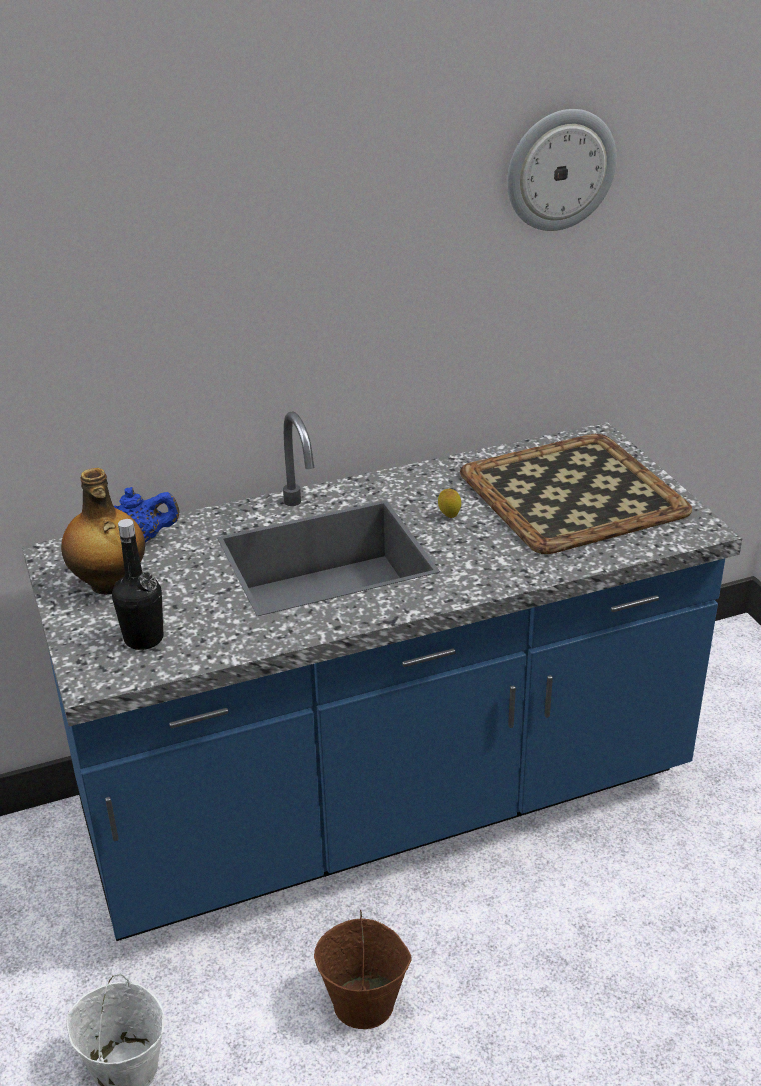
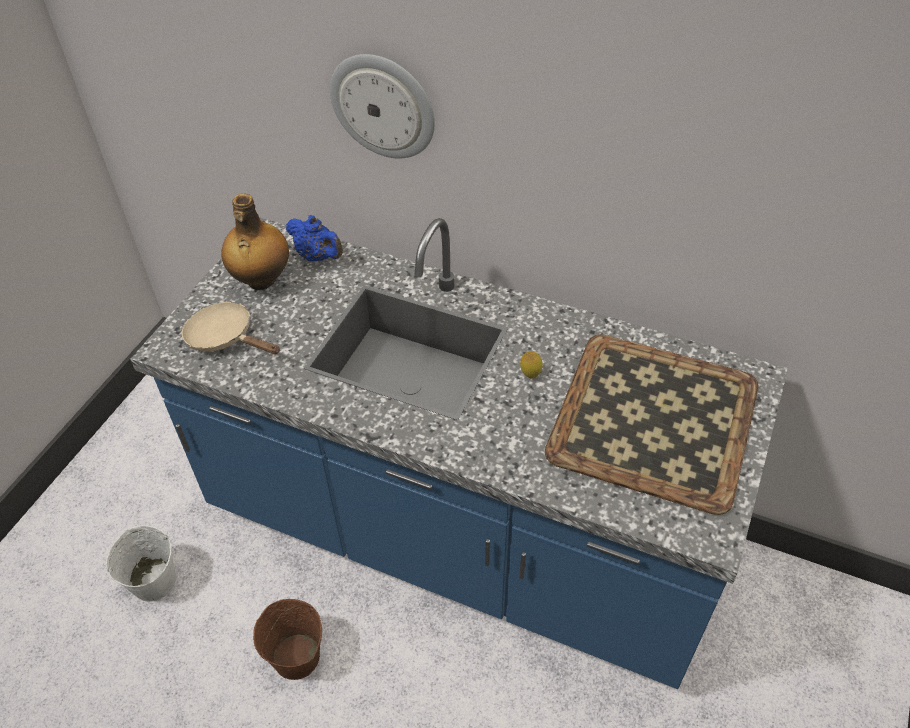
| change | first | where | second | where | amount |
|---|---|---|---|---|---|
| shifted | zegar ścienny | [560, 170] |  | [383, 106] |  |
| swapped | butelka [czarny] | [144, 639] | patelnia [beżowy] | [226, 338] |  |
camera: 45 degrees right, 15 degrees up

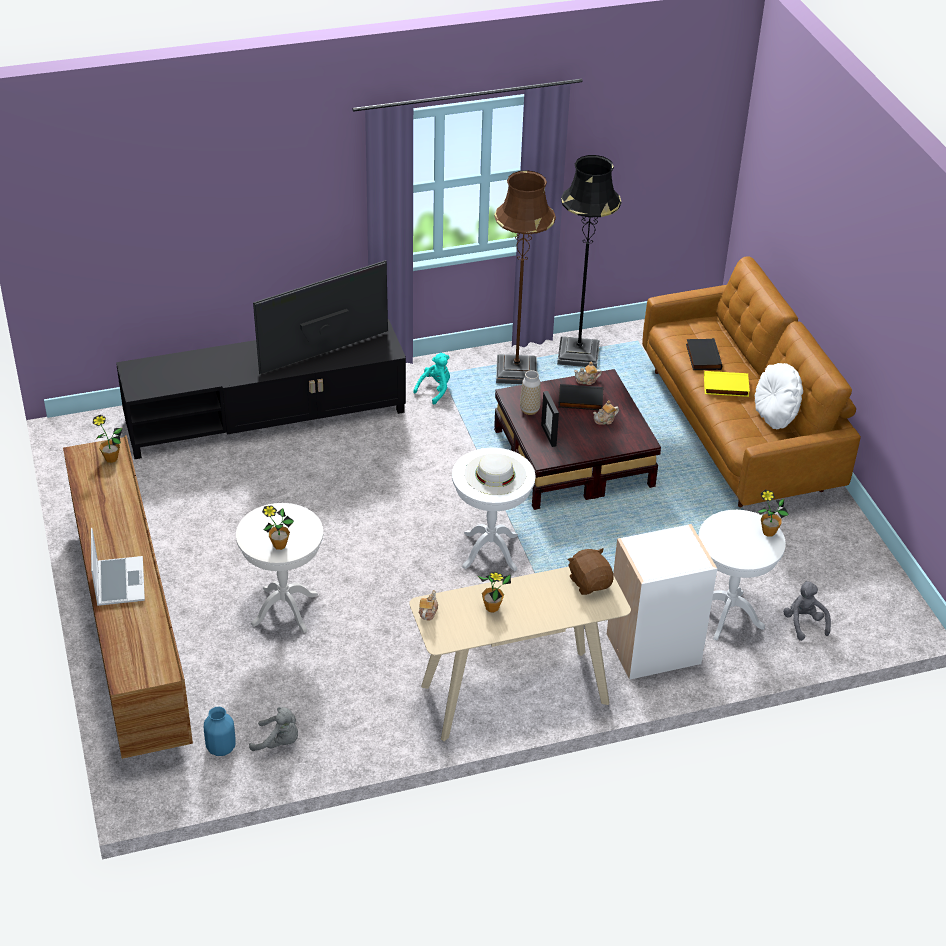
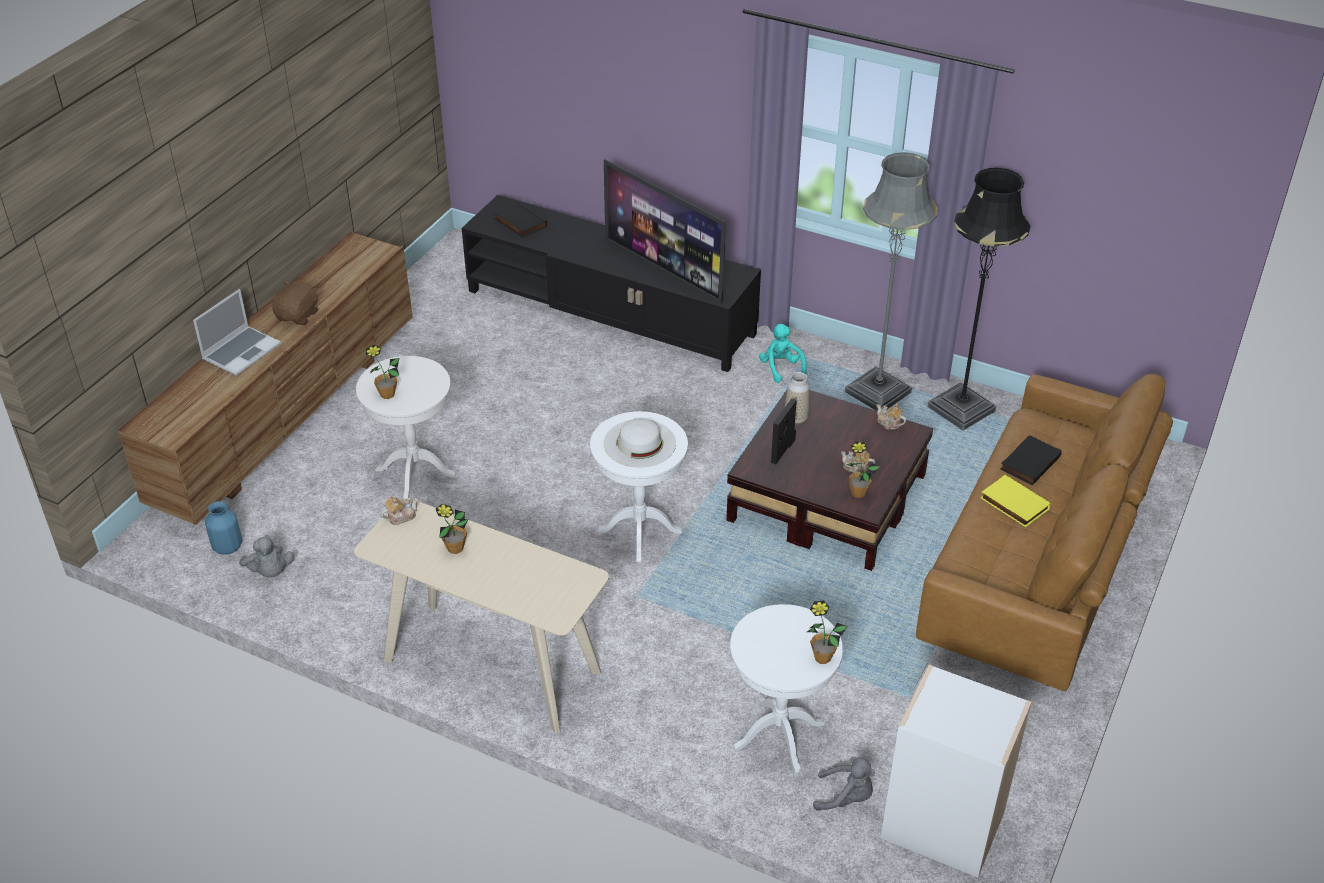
| change | first | where | second | where | amount |
|---|---|---|---|---|---|
| gone | poduszka [biały] | [774, 417] |  |  |  |
| shifted | roślina doniczkowa | [111, 458] |  | [858, 493] |  |
| shifted | książka [czarny] | [580, 400] |  | [519, 223] |  |
| shifted | pluszak [brązowy] | [590, 583] |  | [298, 316] |  |
| shifted | regał [biały] | [652, 649] |  | [940, 825] |  |
| repainted | lampa stojąca [brązowy] | [516, 372] | lampa stojąca [szary] | [878, 392] |  |
| rotated | telewizor | [325, 354] |  | [664, 271] | 150 degrees counterclockwise |
| rotated | pluszak [turkusowy] | [435, 390] |  | [781, 368] | 105 degrees counterclockwise |
| rotated | pluszak [szary] | [804, 623] |  | [846, 797] | 75 degrees clockwise |
camera: 45 degrees right, 0 degrees up

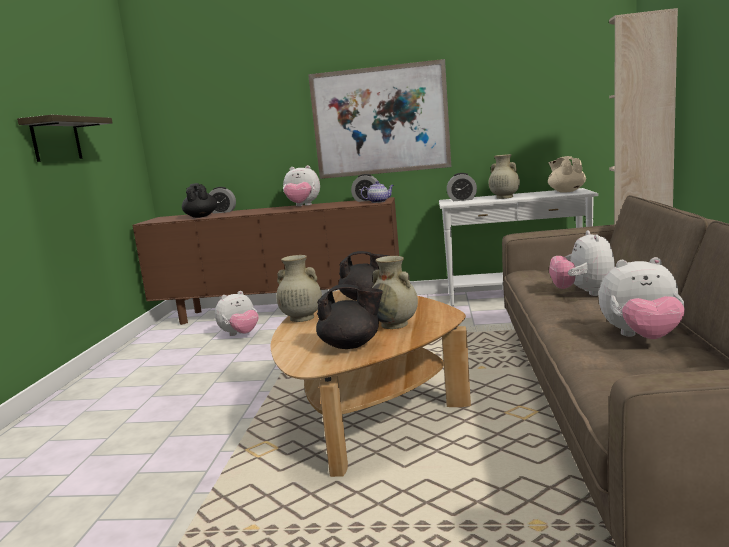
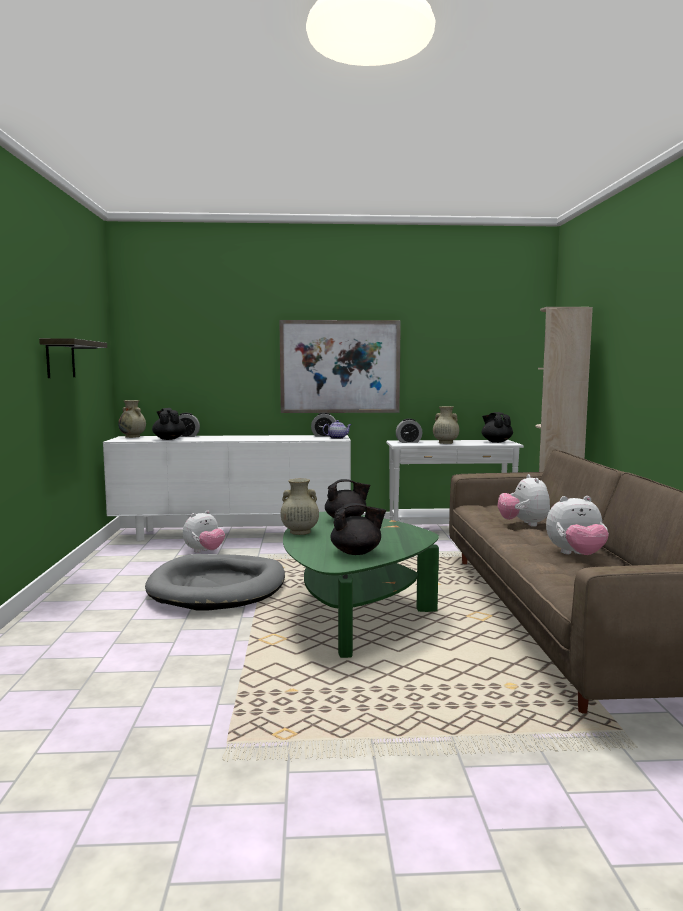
| change | first | where | second | where | amount |
|---|---|---|---|---|---|
| gone | pluszak | [302, 206] |  |  |  |
| new |  |  | legowisko [szary] | [218, 587] |  |
| shifted | wazon [beżowy] | [395, 324] |  | [133, 436] |  |
| repainted | szafka [brązowy] | [280, 312] | szafka [biały] | [234, 533] |  |
| repainted | ława [brązowy] | [368, 408] | ława [zielony] | [352, 612] |  |
| repainted | imbryk [beżowy] | [566, 191] | imbryk [czarny] | [496, 441] |  |
camera: 10 degrees left, 5 degrees down

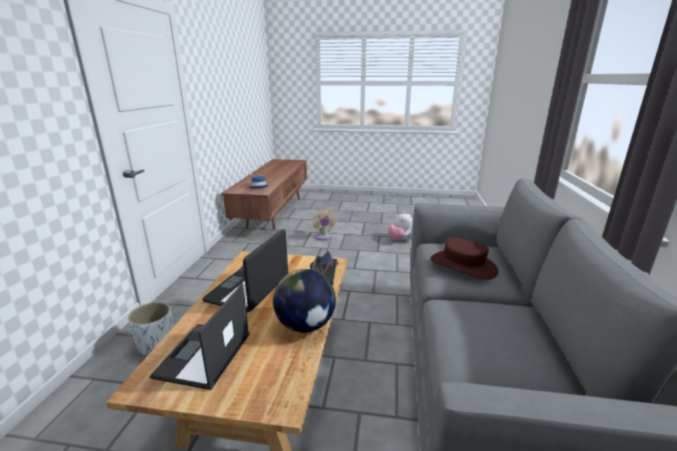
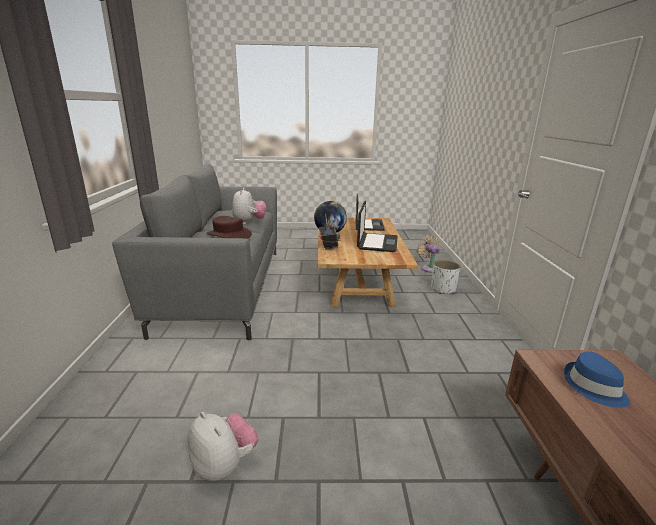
| change | first | where | second | where | amount |
|---|---|---|---|---|---|
| new |  |  | pluszak | [249, 222] |  |
| shifted | wentylator [beżowy] | [323, 237] |  | [429, 268] |  |
camera: 170 degrees right, 0 degrees up

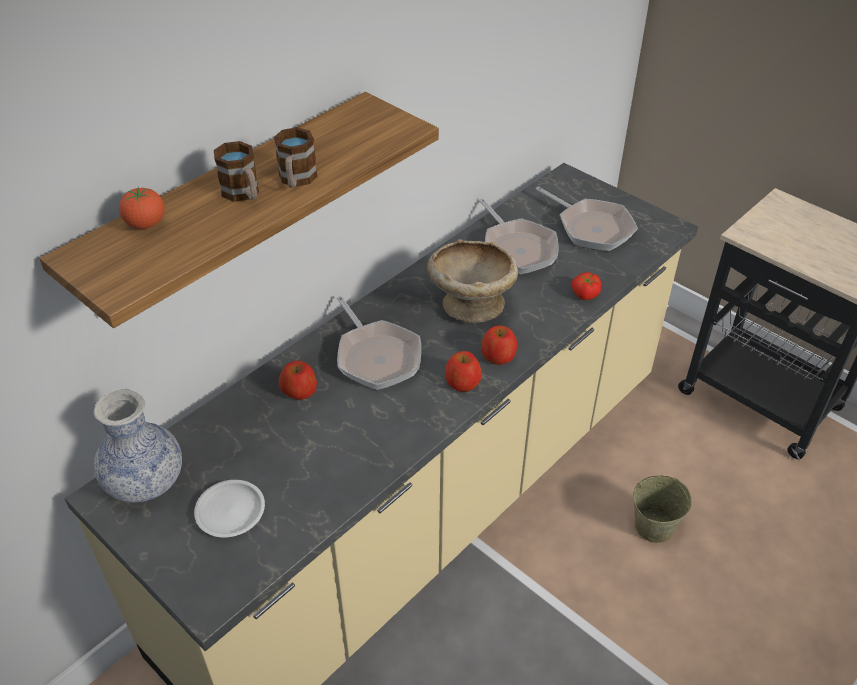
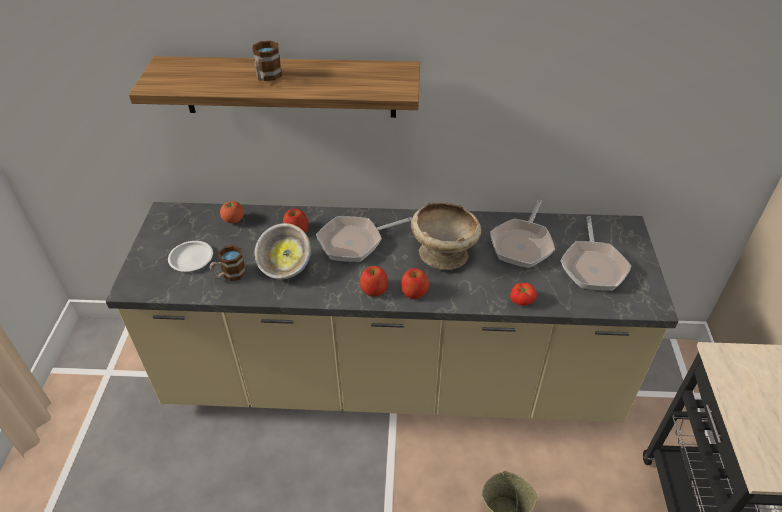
| change | first | where | second | where | amount |
|---|---|---|---|---|---|
| gone | wazon | [145, 481] |  |  |  |
| new |  |  | miska | [286, 267] |  |
| shifted | pomidor | [146, 224] |  | [233, 220] |  |
| shifted | kubek | [296, 180] |  | [229, 274] |  |
| rotated | patelnia | [376, 356] |  | [355, 242] | 45 degrees clockwise |
camera: 50 degrees right, 0 degrees up

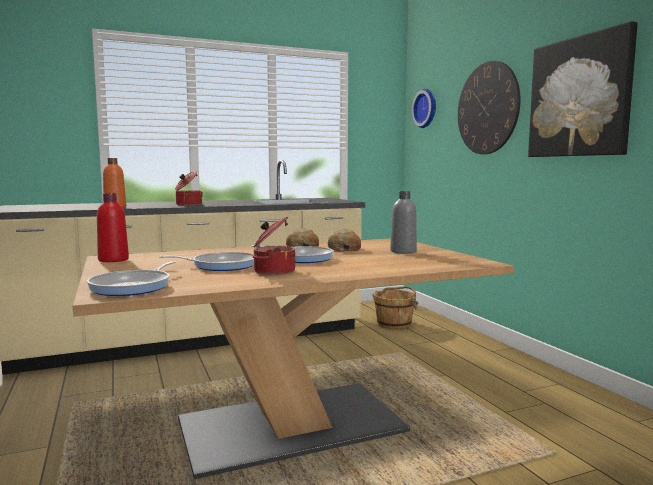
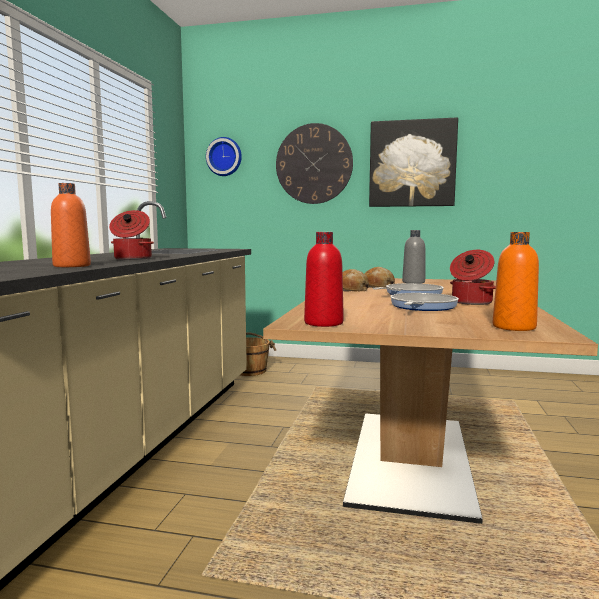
| change | first | where | second | where | amount |
|---|---|---|---|---|---|
| swapped | patelnia | [134, 287] | butelka [pomarańczowy] | [514, 327] |  |
camera: 55 degrees left, 0 degrees up

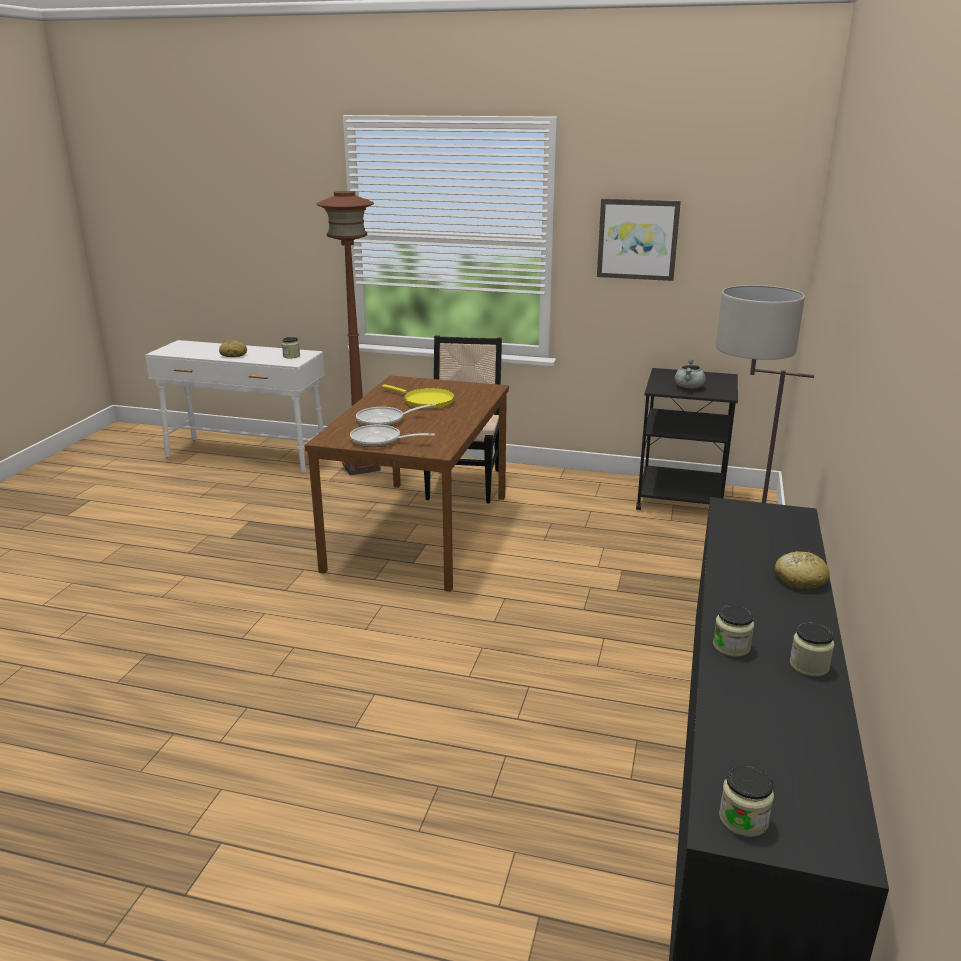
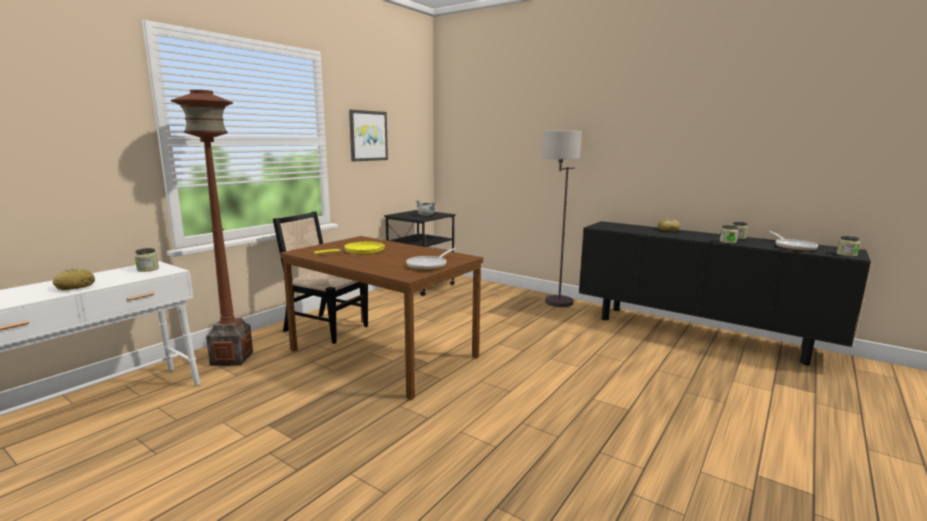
| change | first | where | second | where | amount |
|---|---|---|---|---|---|
| shifted | patelnia | [384, 420] |  | [793, 247] |  |
camera: 70 degrees left, 10 degrees down

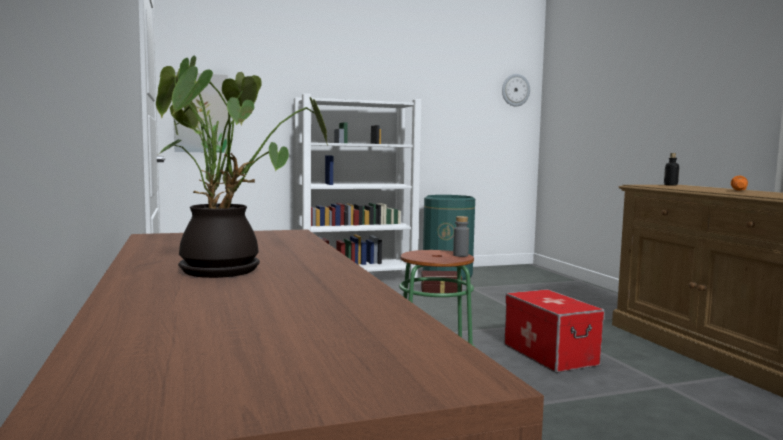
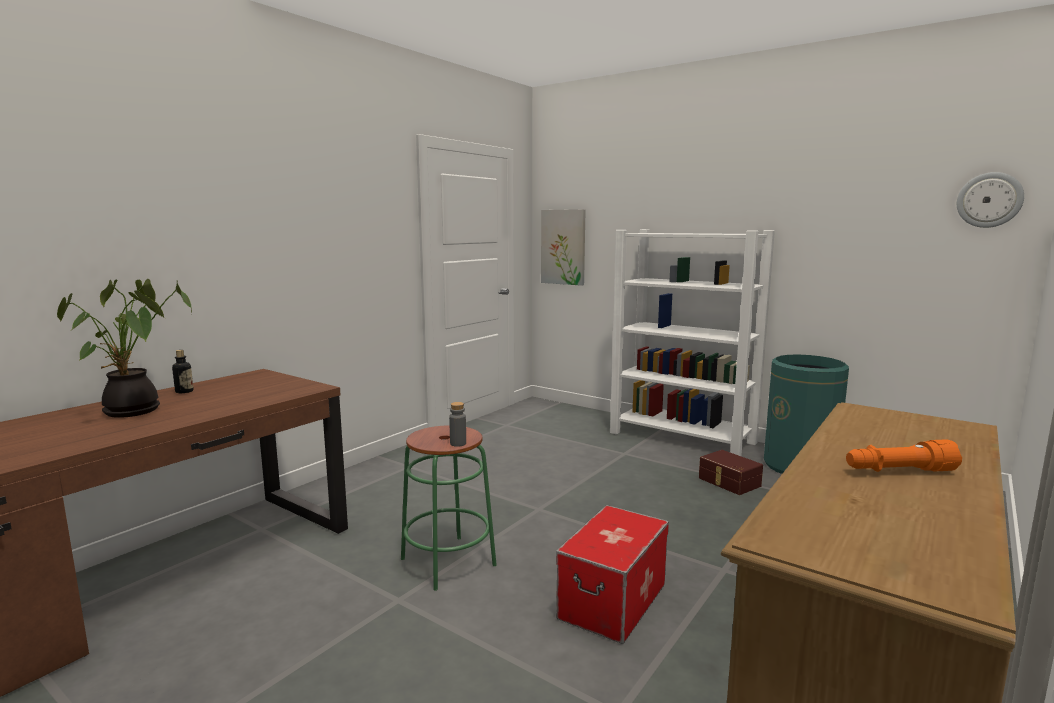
| change | first | where | second | where | amount |
|---|---|---|---|---|---|
| shifted | butelka | [670, 185] |  | [184, 391] |  |
camera: 55 degrees right, 5 degrees up

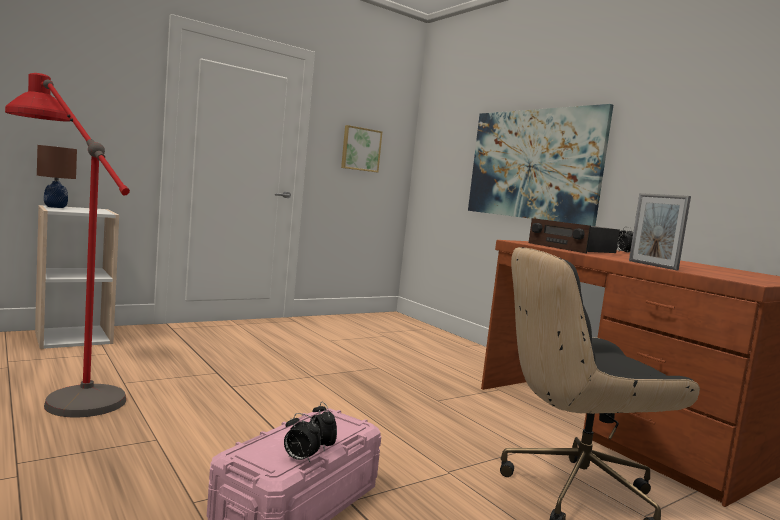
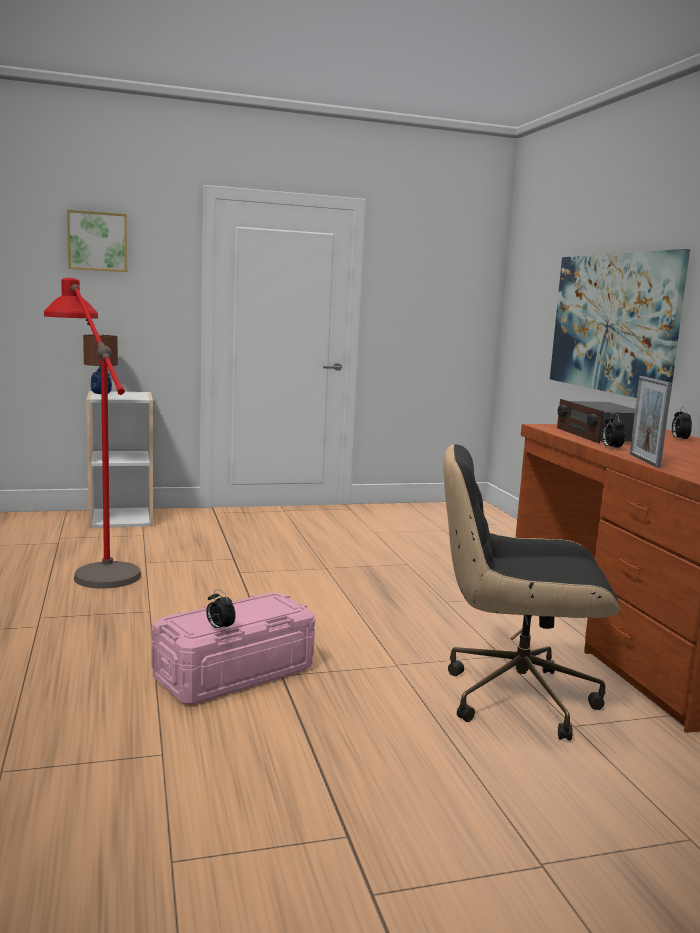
| change | first | where | second | where | amount |
|---|---|---|---|---|---|
| shifted | budzik | [320, 446] |  | [611, 448] |  |
| shifted | obraz | [360, 149] |  | [97, 241] |  |
camera: 20 degrees right, 5 degrees up

